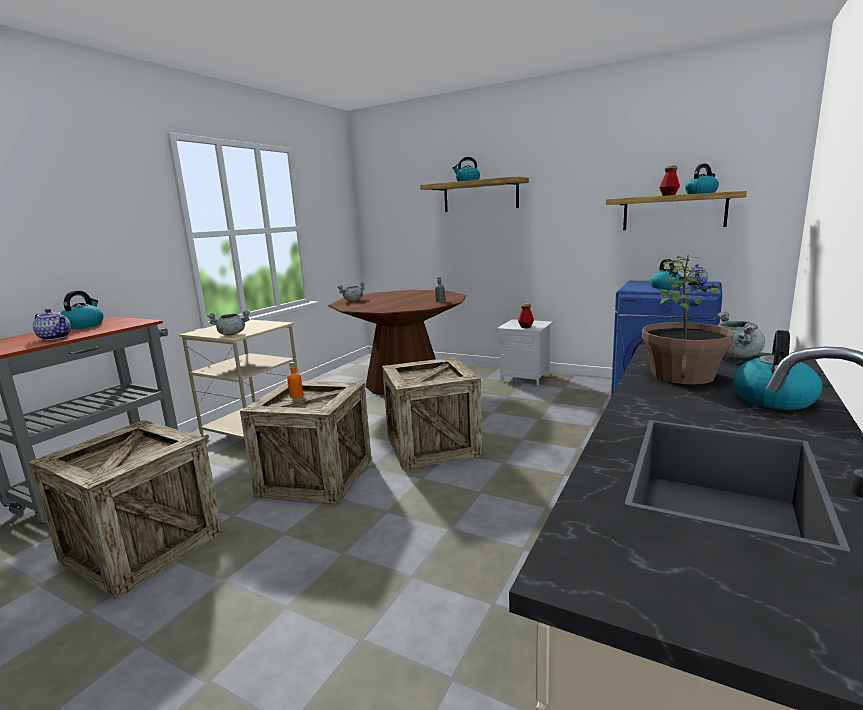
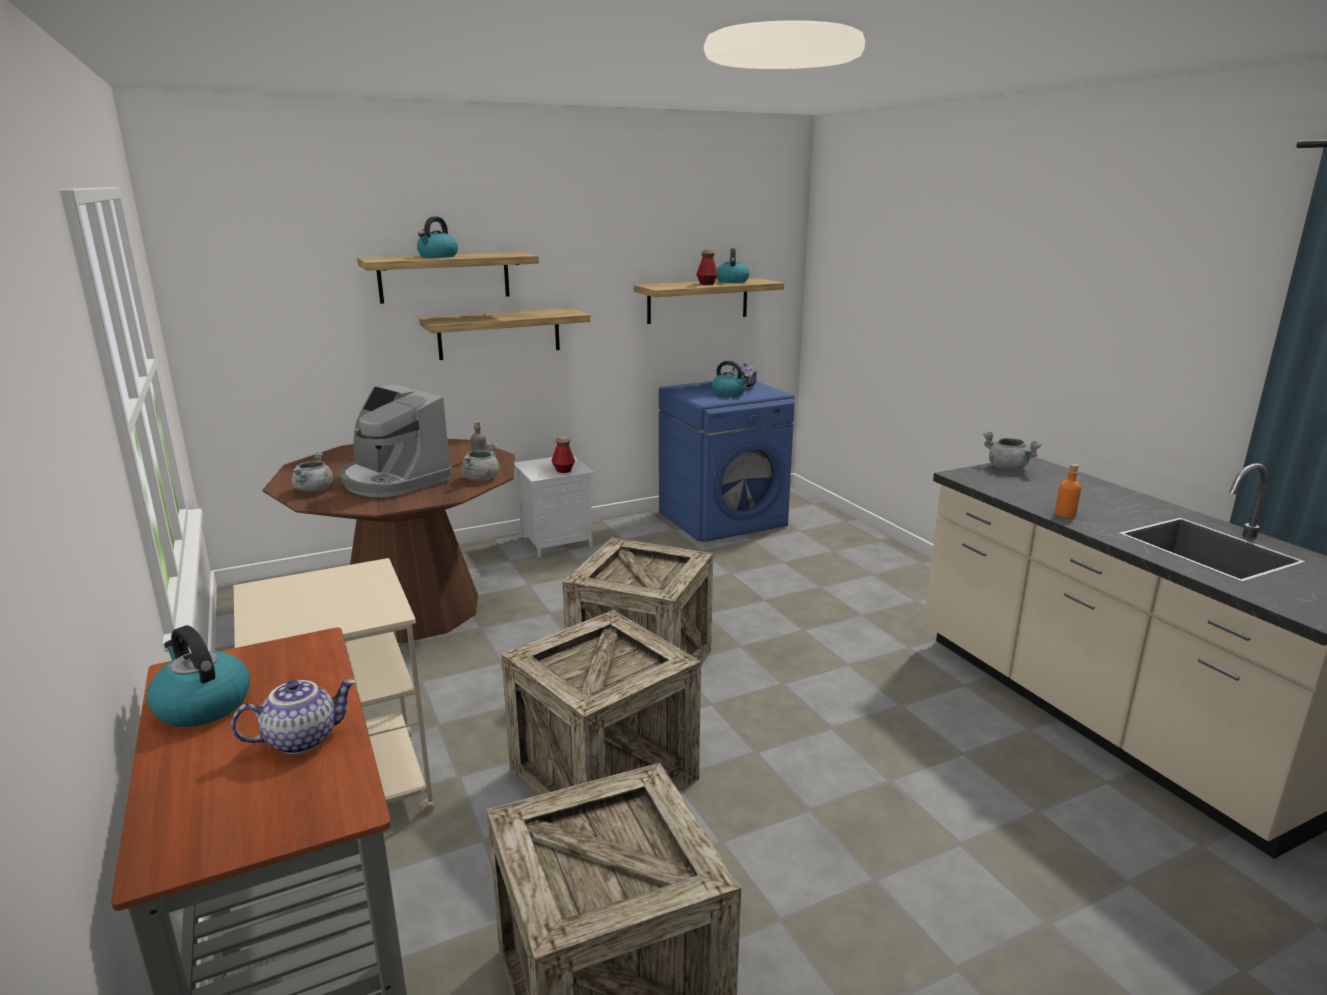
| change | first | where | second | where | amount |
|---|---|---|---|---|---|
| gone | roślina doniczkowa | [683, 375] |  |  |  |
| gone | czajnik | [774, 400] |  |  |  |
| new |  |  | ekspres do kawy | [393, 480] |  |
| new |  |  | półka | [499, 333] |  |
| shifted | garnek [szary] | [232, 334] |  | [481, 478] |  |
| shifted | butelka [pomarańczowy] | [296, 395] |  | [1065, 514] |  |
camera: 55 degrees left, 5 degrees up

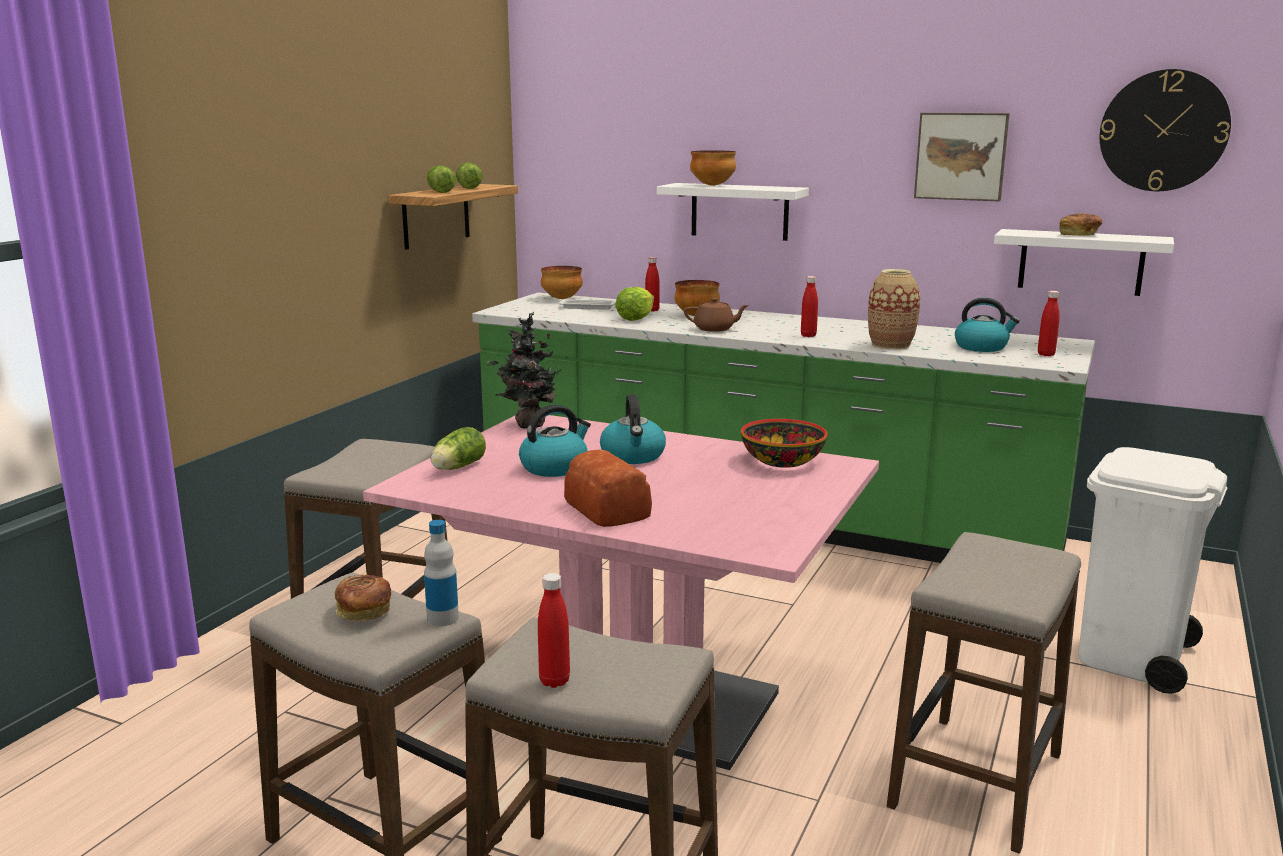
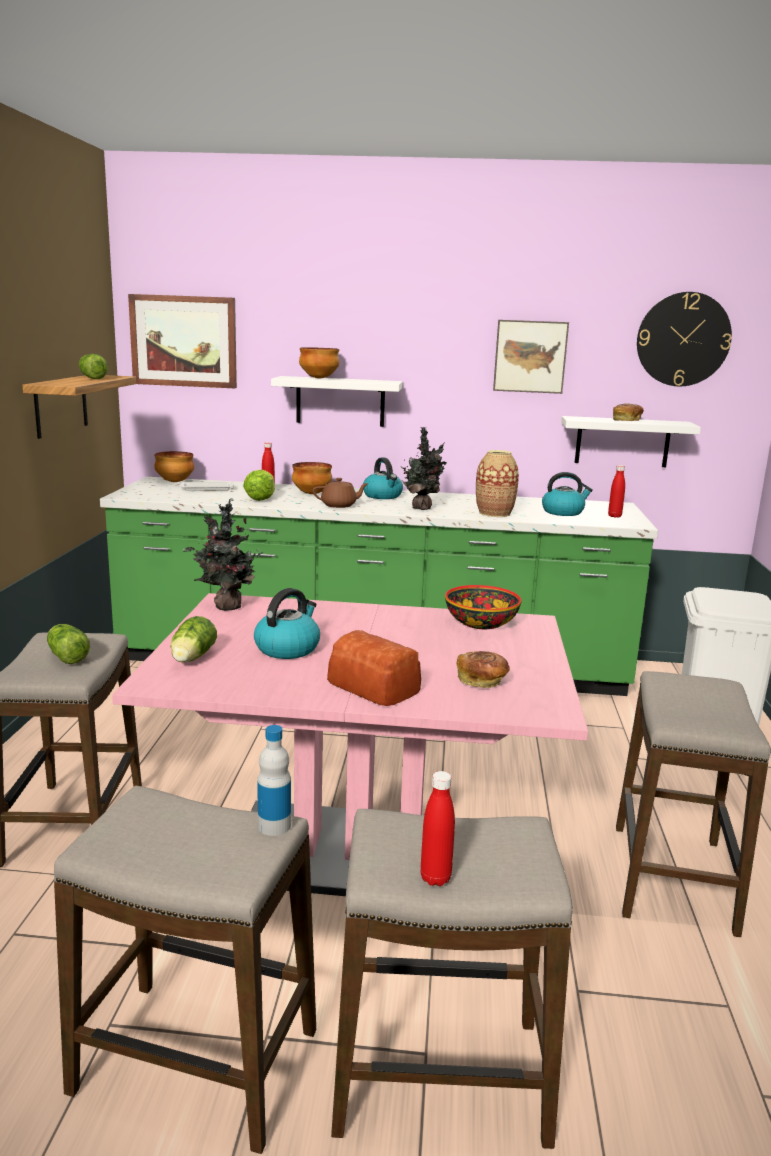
| change | first | where | second | where | amount |
|---|---|---|---|---|---|
| new |  |  | obraz | [184, 341] |  |
| shifted | chleb | [364, 612] |  | [482, 681] |  |
| shifted | sałata | [440, 191] |  | [67, 656] |  |
| shifted | czajnik | [633, 456] |  | [383, 496] |  |
| swapped | butelka [czerwony] | [808, 335] | roślina doniczkowa | [422, 508] |  |
camera: 20 degrees left, 0 degrees up

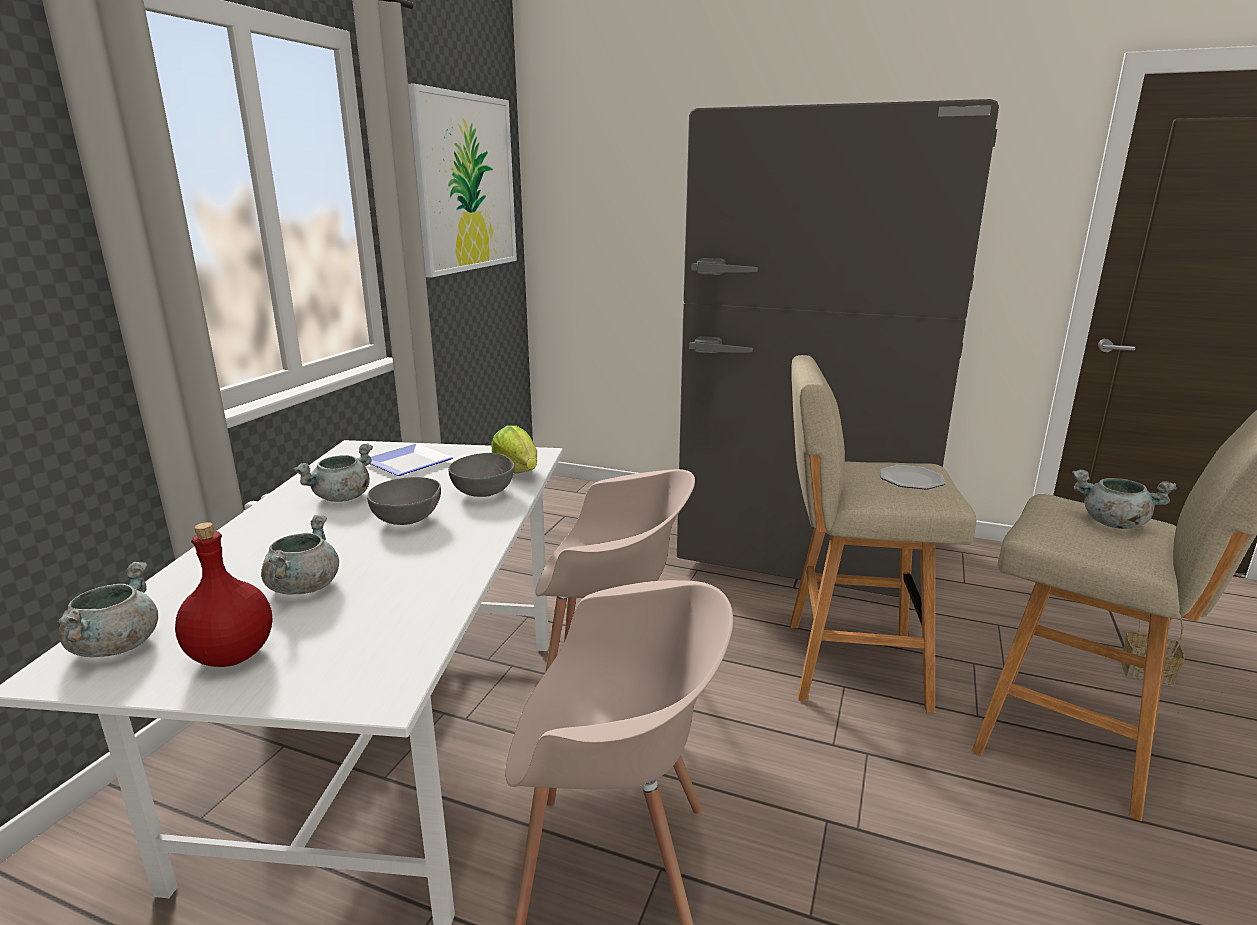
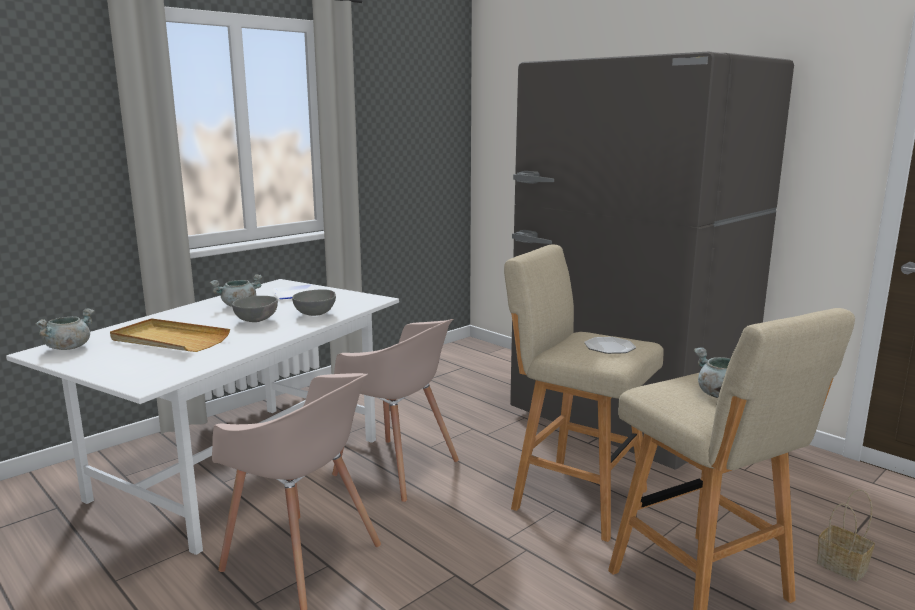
| change | first | where | second | where | amount |
|---|---|---|---|---|---|
| gone | butelka [czerwony] | [230, 656] |  |  |  |
| gone | obraz | [465, 183] |  |  |  |
| gone | sałata | [517, 471] |  |  |  |
| swapped | garnek [szary] | [303, 586] | taca [beżowy] | [169, 340] |  |
camera: 25 degrees right, 5 degrees down

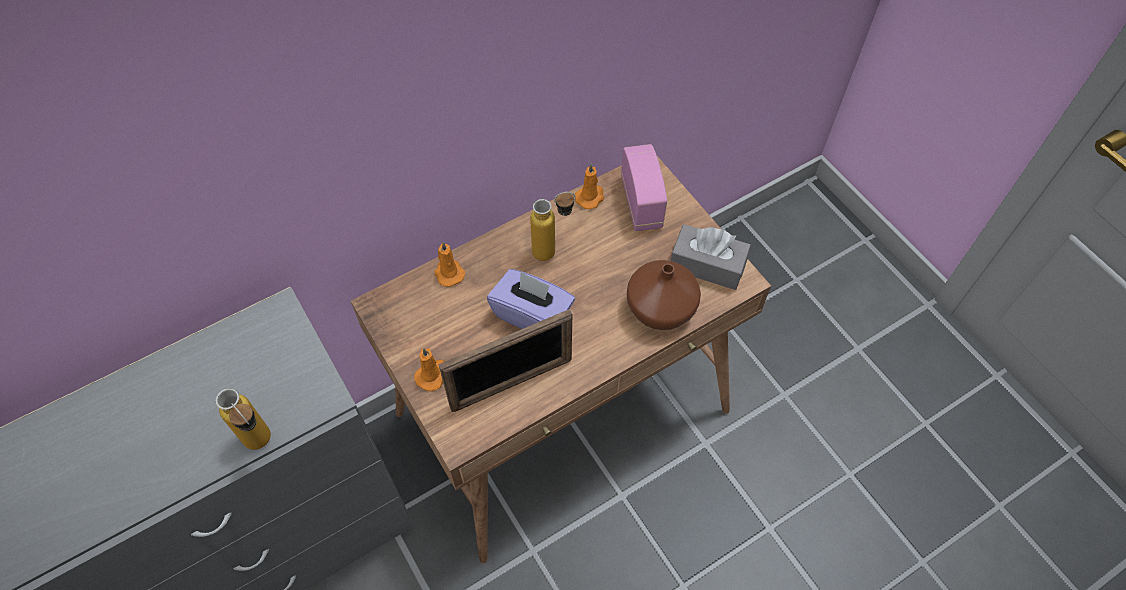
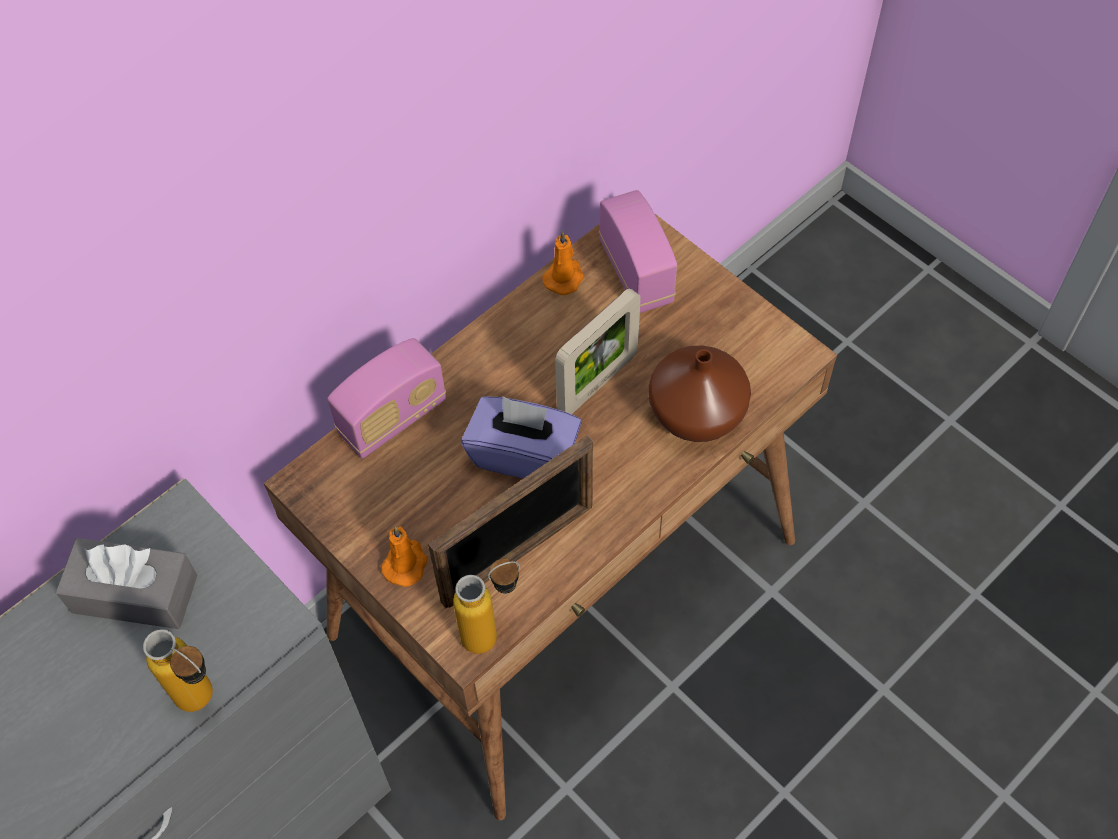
| change | first | where | second | where | amount |
|---|---|---|---|---|---|
| new |  |  | ramka na zdjęcie | [597, 383] |  |
| shifted | butelka | [553, 251] |  | [493, 632] |  |
| shifted | pudełko chusteczek [szary] | [707, 265] |  | [134, 593] |  |
| swapped | świeca [pomarańczowy] | [448, 272] | radio | [393, 418] |  |
camera: 10 degrees left, 0 degrees up

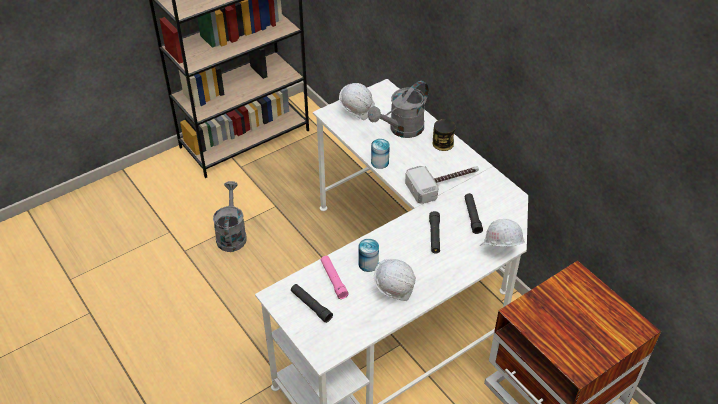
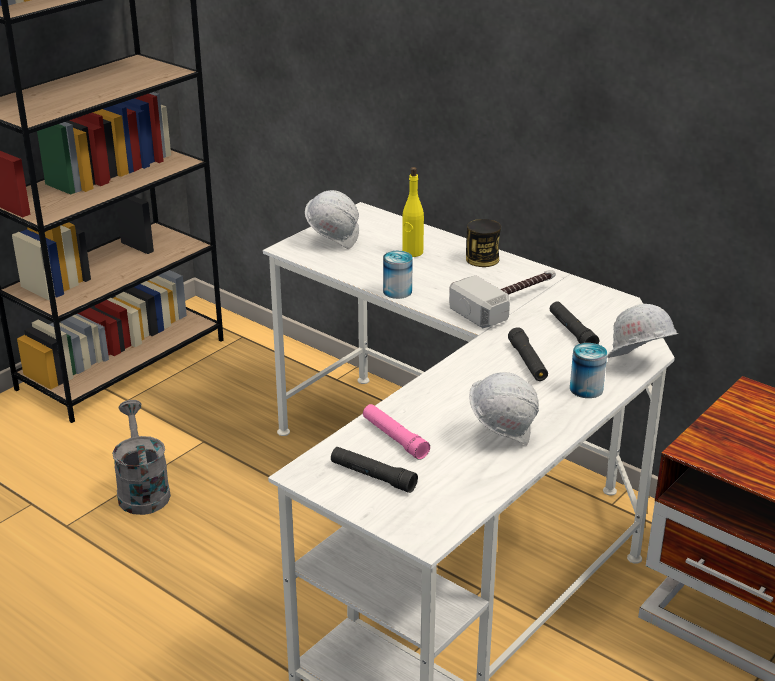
| change | first | where | second | where | amount |
|---|---|---|---|---|---|
| shifted | puszka | [368, 264] |  | [586, 389] |  |
| swapped | konewka [szary] | [402, 130] | butelka [żółty] | [412, 252] |  |
camera: 15 degrees left, 15 degrees down

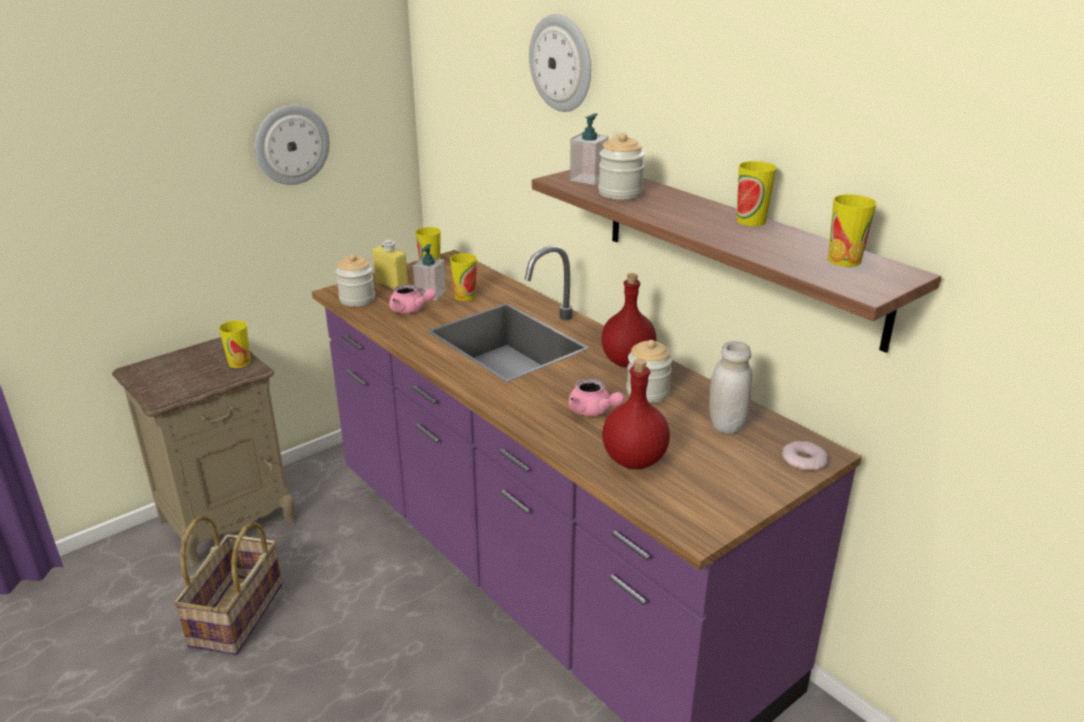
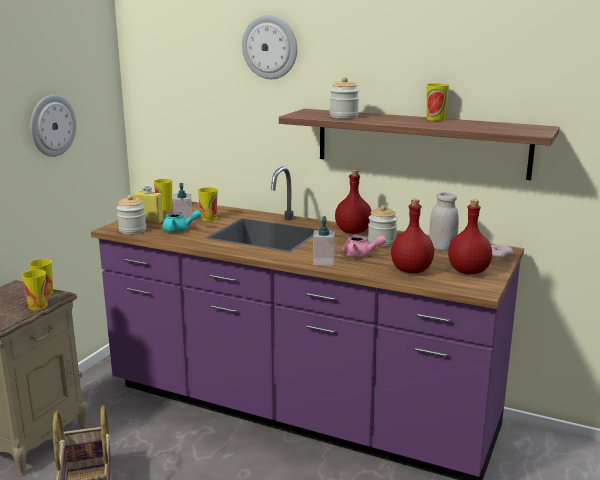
| change | first | where | second | where | amount |
|---|---|---|---|---|---|
| new |  |  | butelka [czerwony] | [469, 271] |  |
| shifted | dozownik mydła | [588, 179] |  | [323, 261] |  |
| shifted | filiżanka | [844, 260] |  | [38, 306] |  |
| repainted | imbryk [różowy] | [411, 310] | imbryk [turkusowy] | [180, 230] |  |
camera: 25 degrees left, 10 degrees down

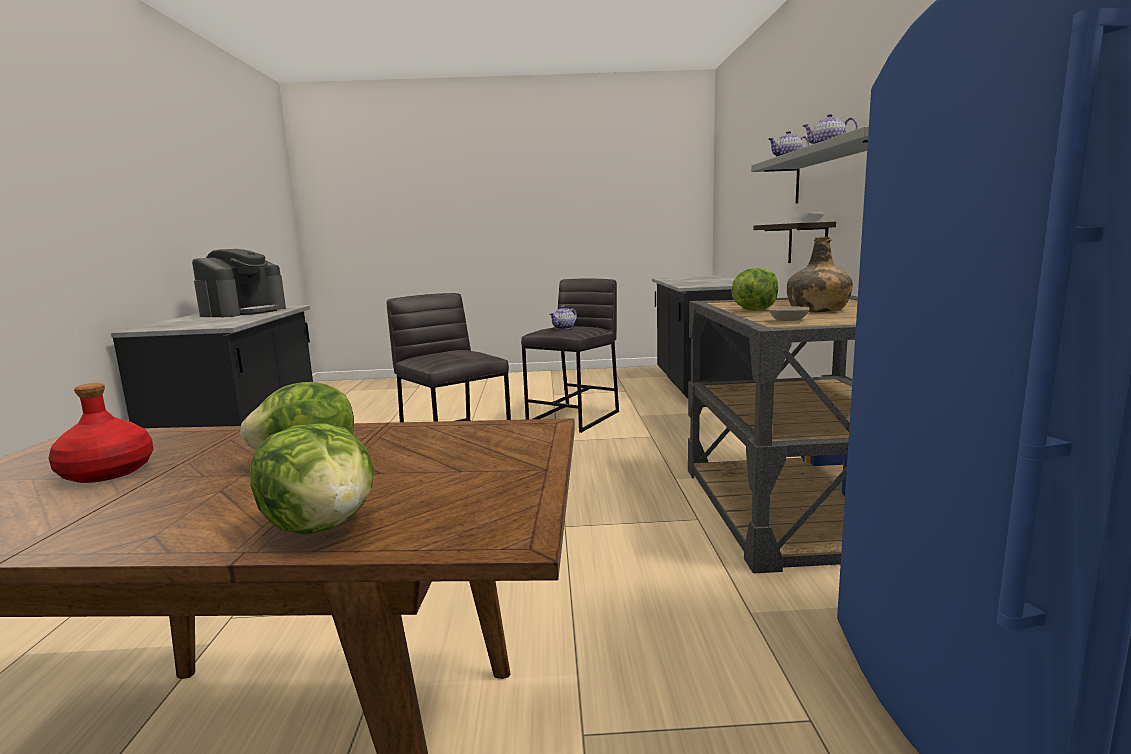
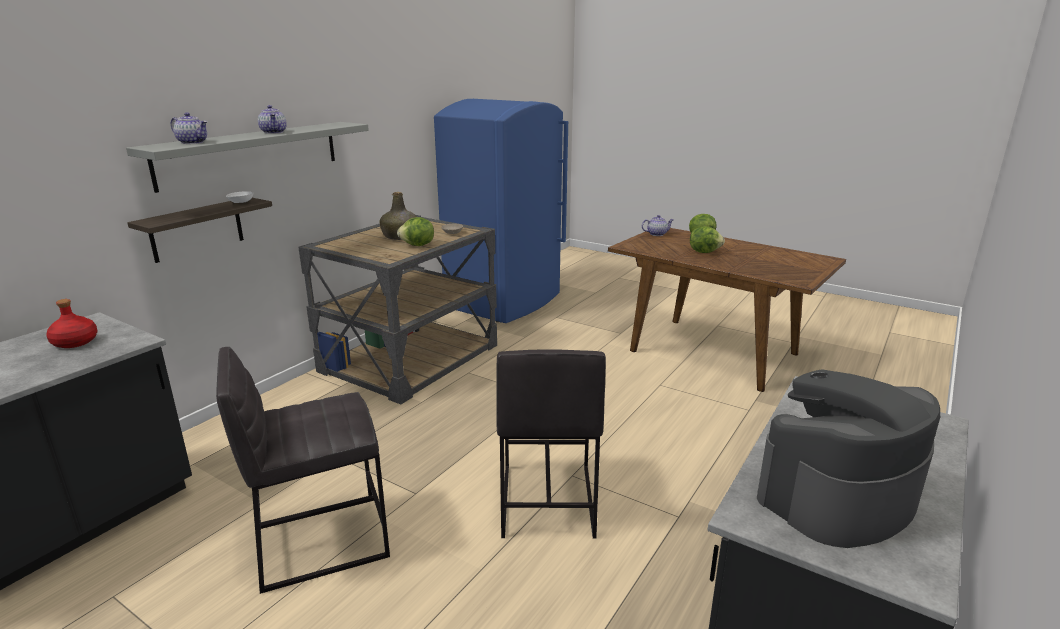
| change | first | where | second | where | amount |
|---|---|---|---|---|---|
| shifted | butelka [czerwony] | [106, 472] |  | [75, 342] |  |
| shifted | imbryk | [564, 328] |  | [657, 234] |  |
camera: 145 degrees left, 10 degrees up

